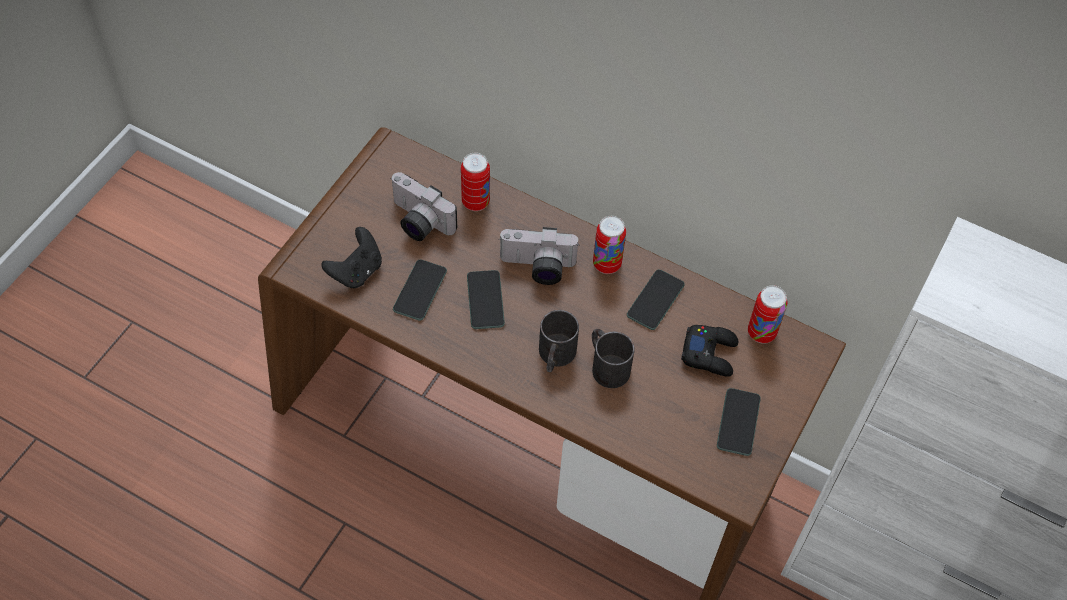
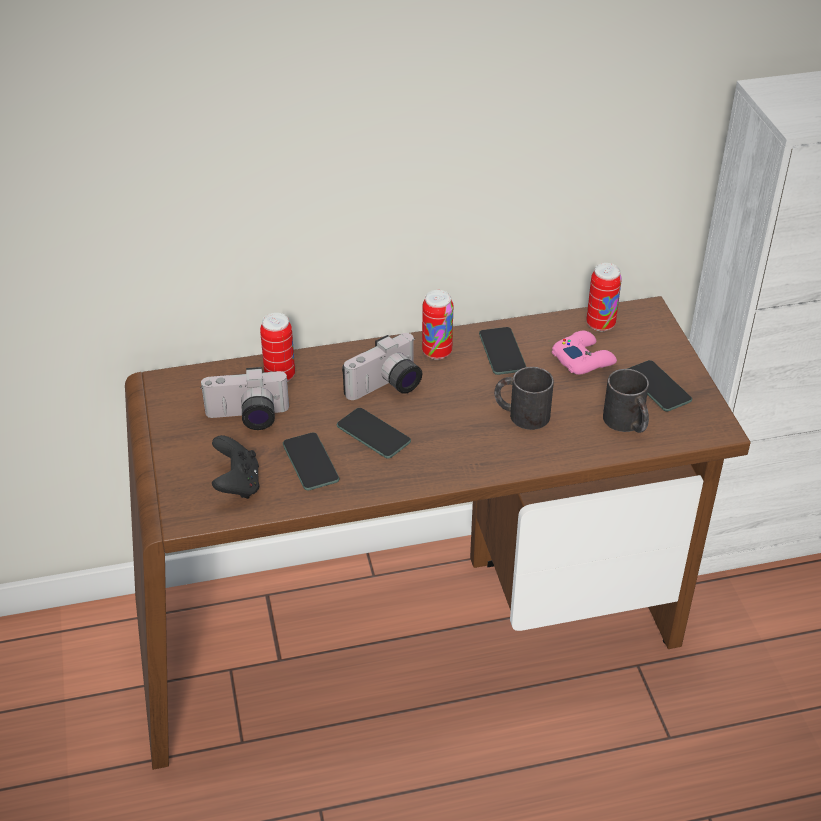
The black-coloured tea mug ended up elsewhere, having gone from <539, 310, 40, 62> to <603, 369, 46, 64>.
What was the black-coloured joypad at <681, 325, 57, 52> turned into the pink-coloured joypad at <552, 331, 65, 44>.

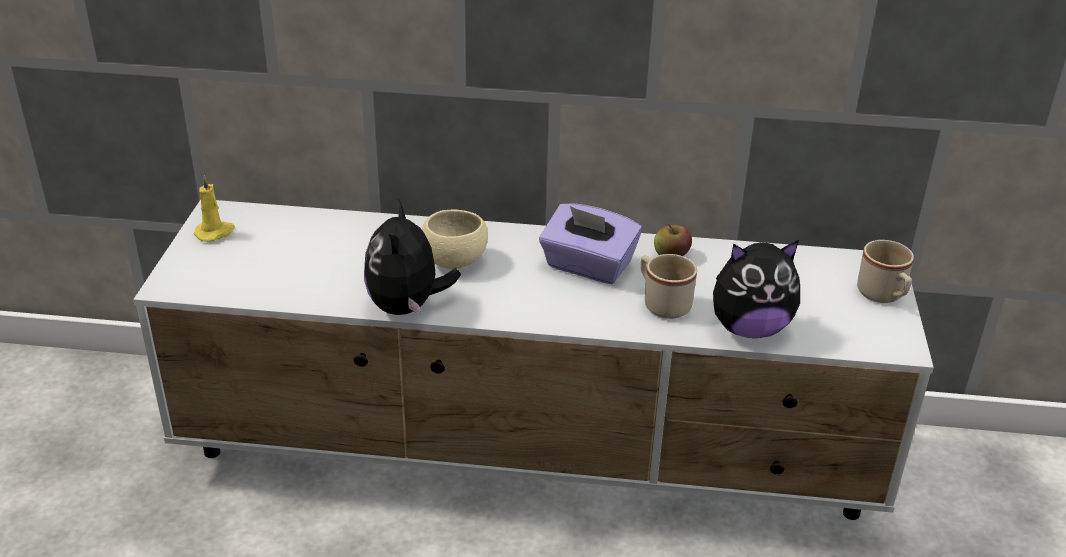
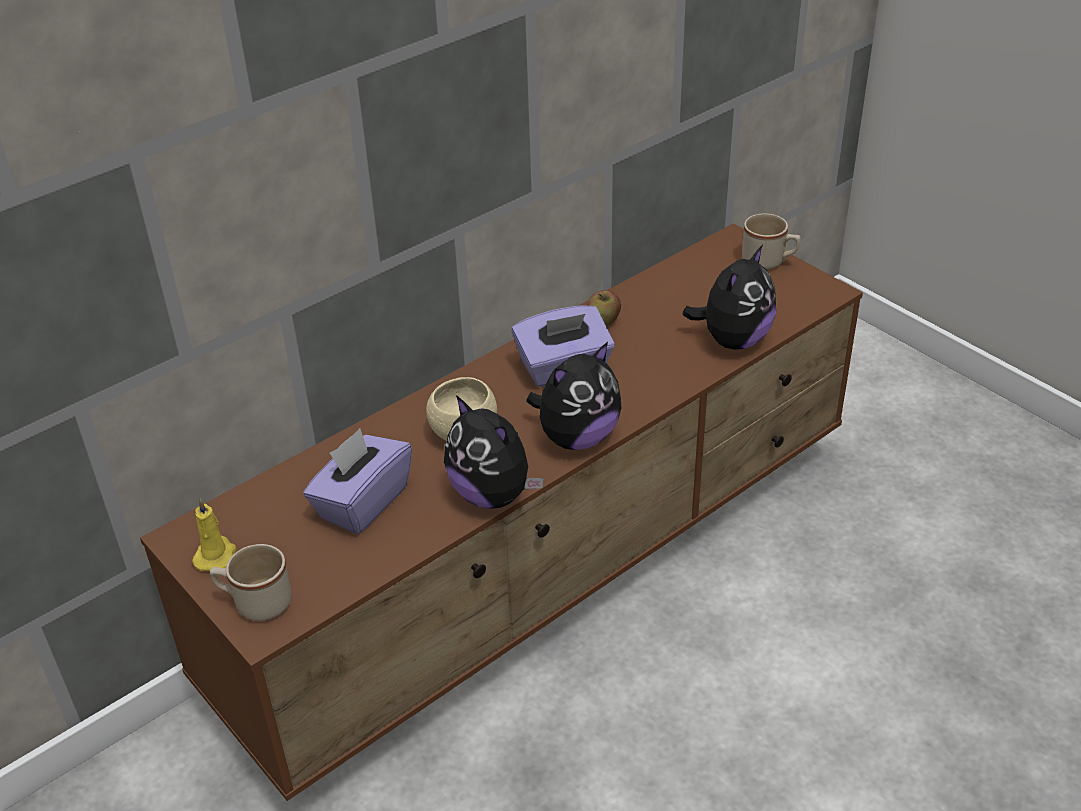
What was the white-coloured tv stand at <133, 200, 801, 320> turned into the brown-coloured tv stand at <140, 223, 723, 578>.
The beige tea mug ended up elsewhere, having gone from <641, 254, 56, 65> to <210, 544, 82, 77>.
The second view gained the purple-coloured tissue box at <303, 428, 109, 106>.
The second view gained the soft toy at <526, 342, 95, 108>.

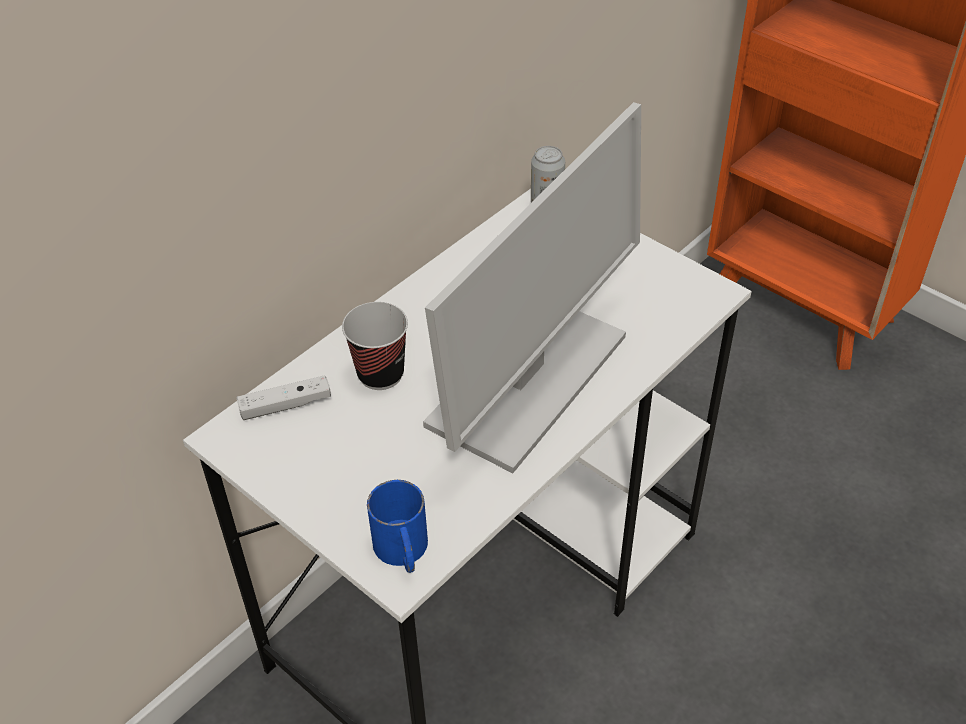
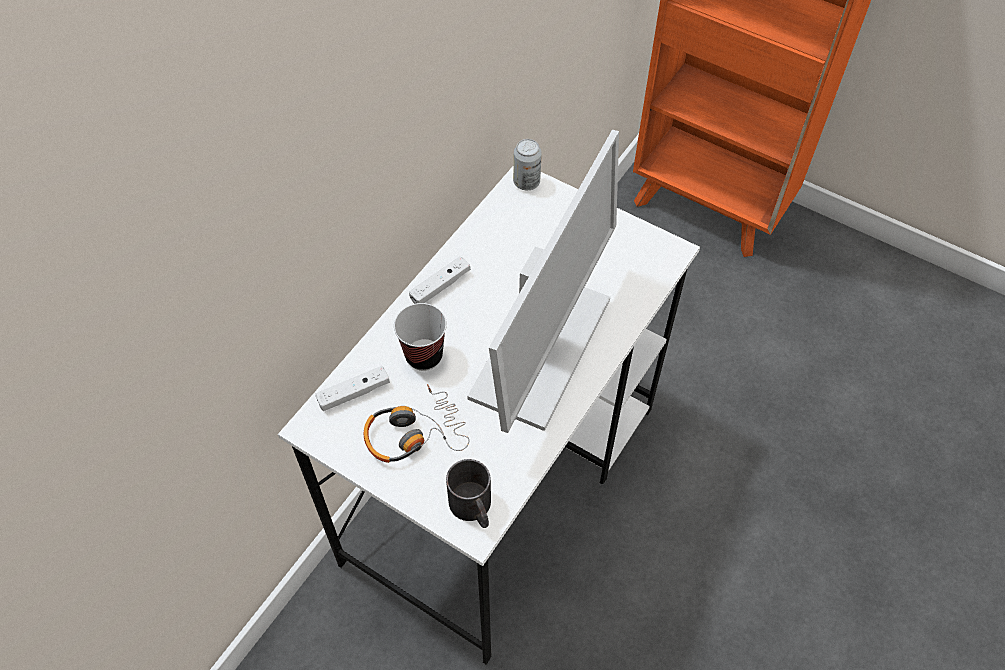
What was the blue tea mug at <367, 480, 61, 93> turned into the black-coloured tea mug at <446, 459, 45, 69>.
The second view gained the headset at <364, 384, 105, 79>.
The second view gained the white-coloured joypad at <409, 256, 61, 48>.

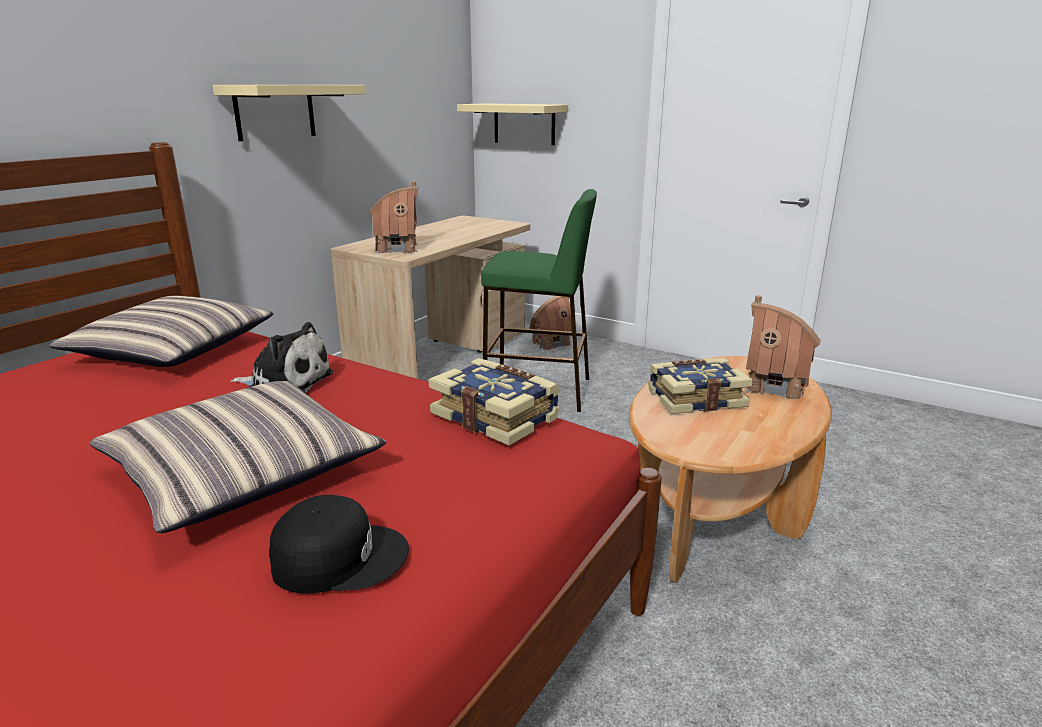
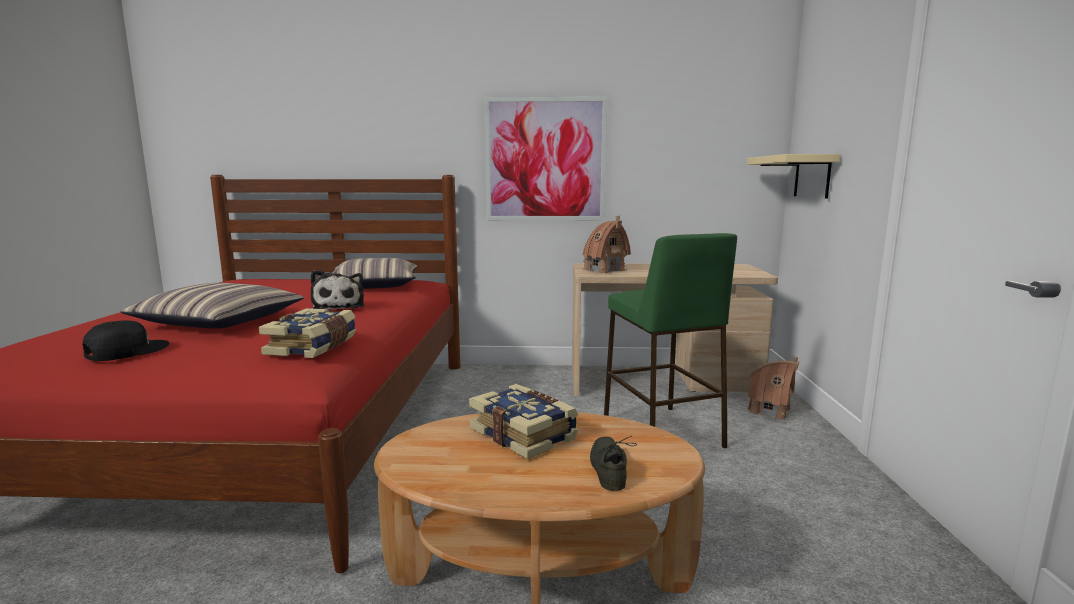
Where the beige bracket shelf hung at <212, 85, 154, 57>, the wall art came to hang at <485, 97, 122, 124>.
The black-coloured peaked cap at <269, 495, 140, 99> ended up facing another way, 105 degrees counterclockwise from before.
Where the model house stood at <744, 295, 77, 104>, the grey shoe came to stand at <590, 436, 47, 55>.

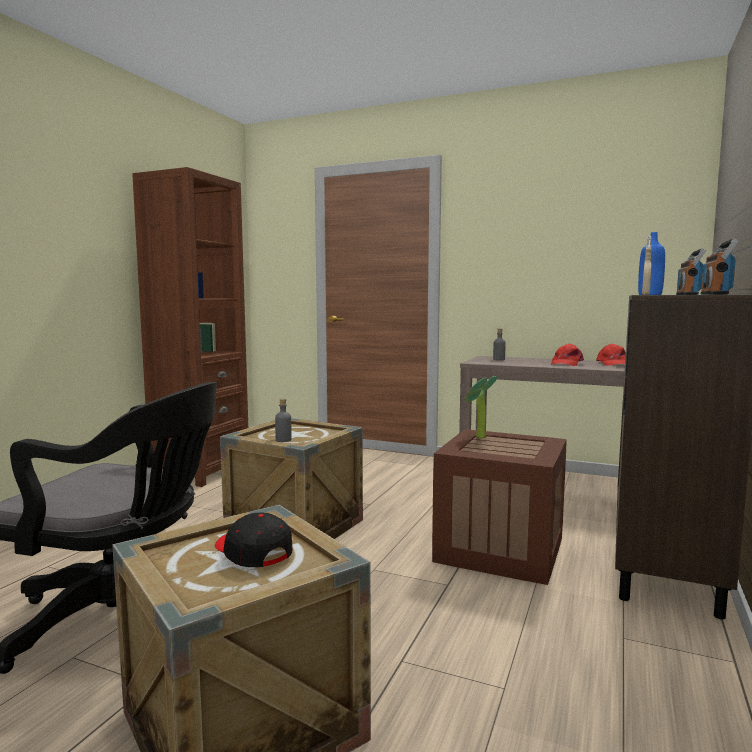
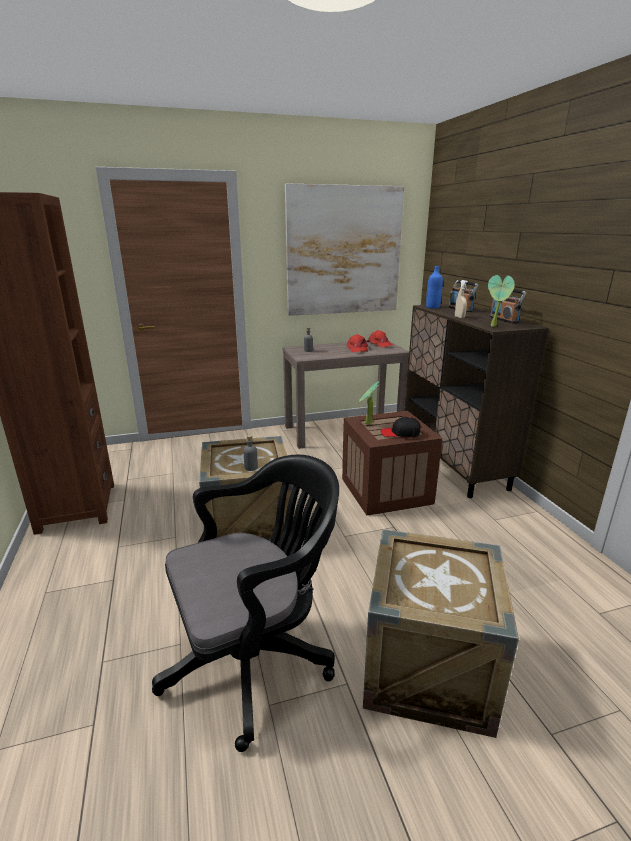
The black-coloured peaked cap ended up elsewhere, having gone from <215, 513, 78, 54> to <381, 417, 40, 21>.
The second view gained the wall art at <285, 183, 119, 133>.
The second view gained the potted plant at <488, 275, 27, 52>.

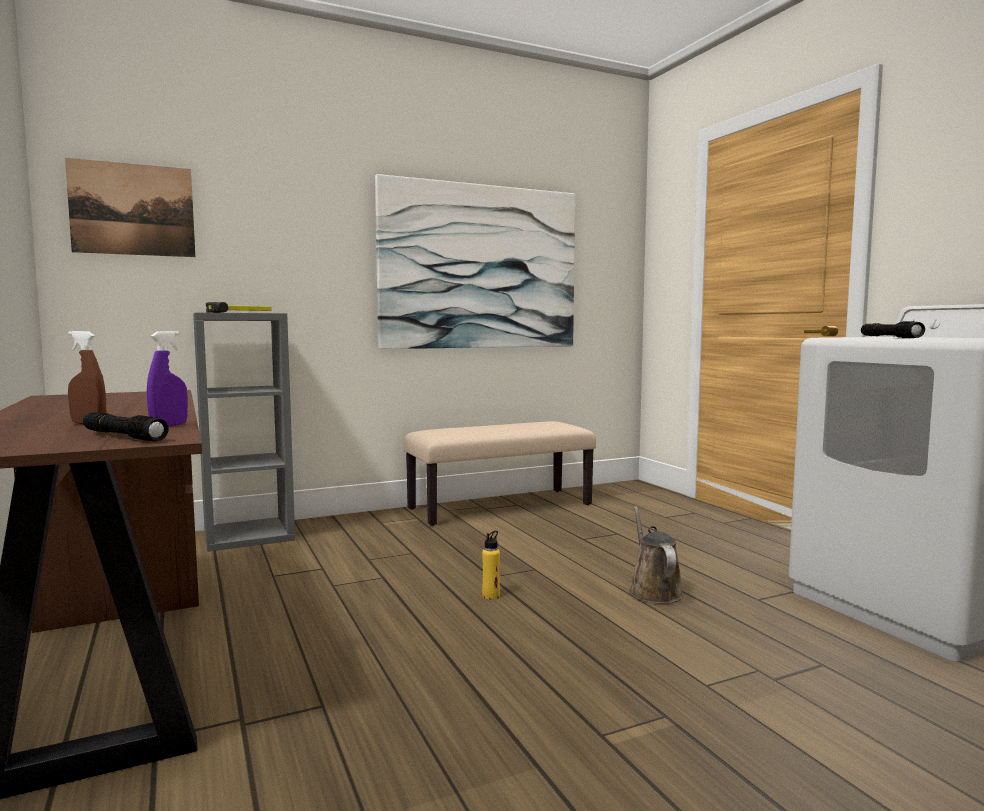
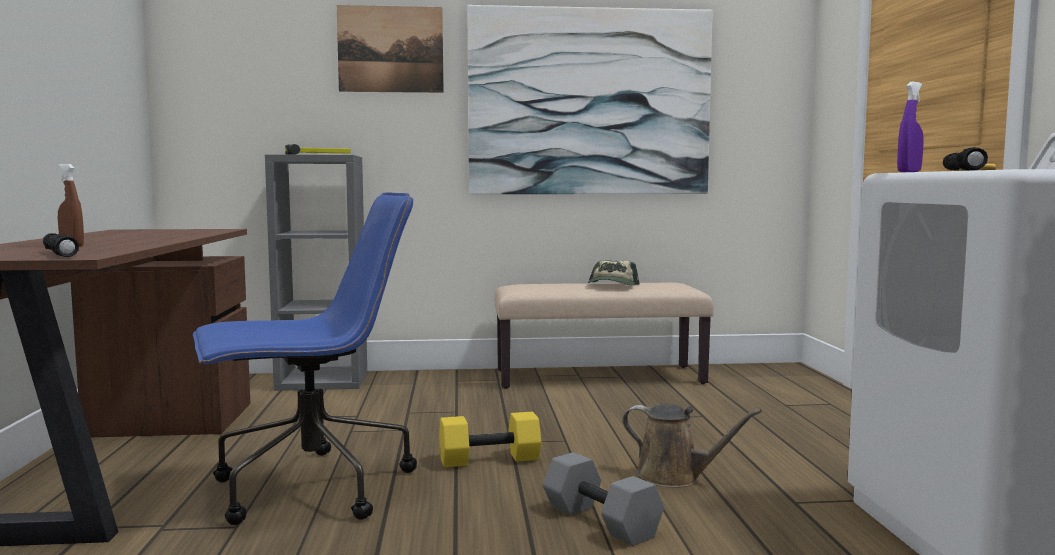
The wall art ended up elsewhere, having gone from <65, 158, 130, 99> to <337, 5, 107, 88>.
The purple-coloured spray bottle ended up elsewhere, having gone from <147, 331, 41, 95> to <897, 82, 27, 90>.
Where the yellowish drink bottle stood at <482, 531, 18, 68>, the yellowish dumbbell came to stand at <439, 412, 102, 55>.
The brown-coloured sprinkling can at <629, 506, 55, 98> ended up facing another way, 105 degrees clockwise from before.
The second view gained the blue office chair at <193, 192, 224, 333>.
The second view gained the grey dumbbell at <543, 452, 121, 94>.
The second view gained the peaked cap at <588, 260, 52, 26>.

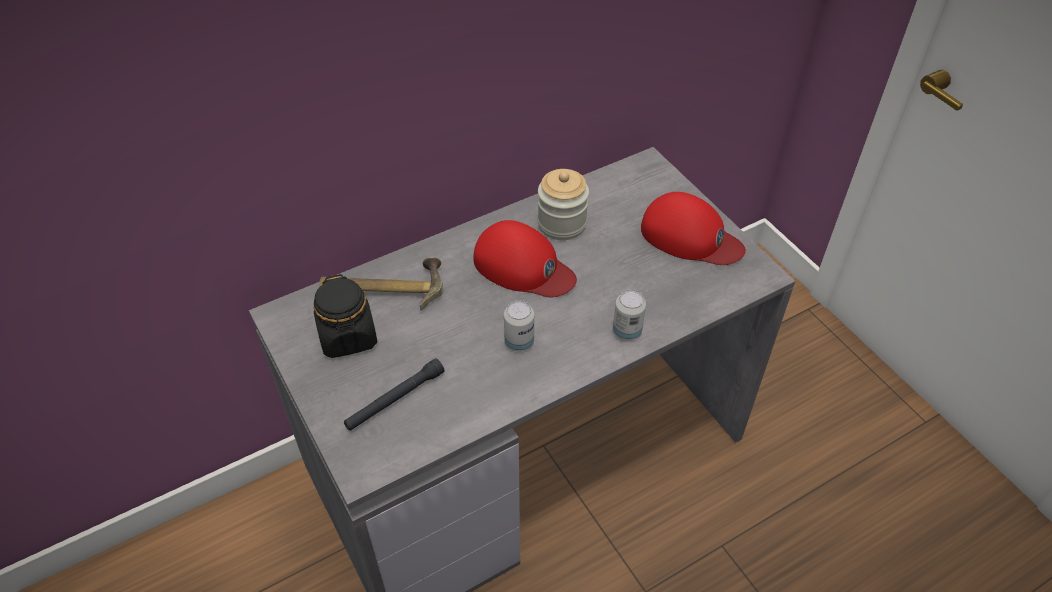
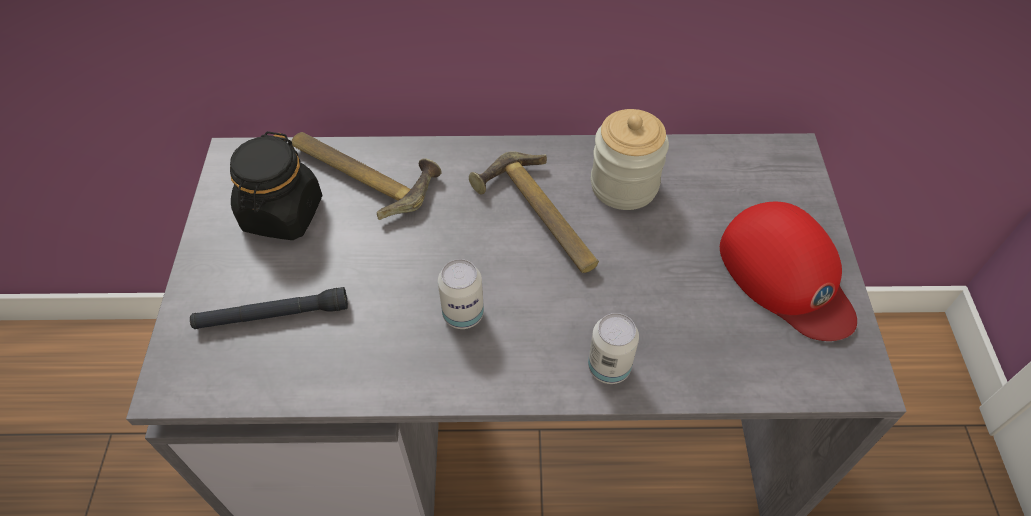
Where the reddish peaked cap stood at <473, 220, 104, 77>, the hand hammer came to stand at <469, 151, 130, 122>.

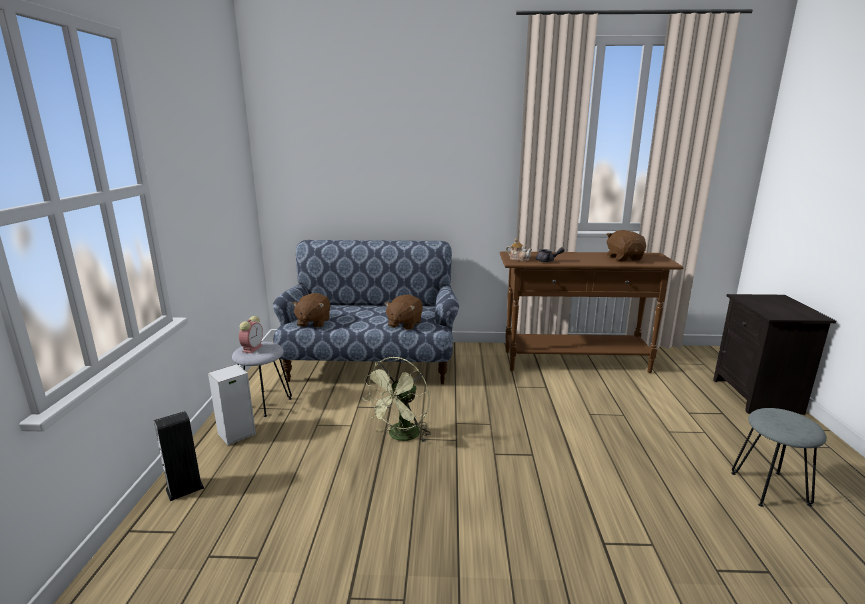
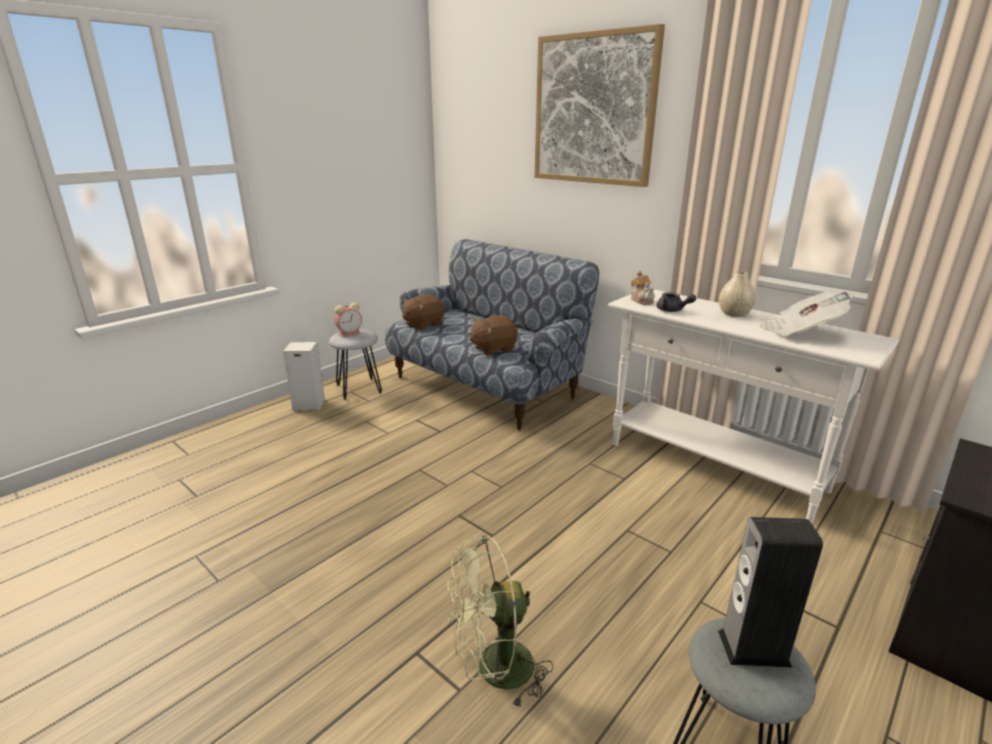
The audio speaker ended up elsewhere, having gone from <154, 411, 50, 90> to <718, 517, 105, 151>.
The greenish fan ended up elsewhere, having gone from <362, 357, 69, 86> to <448, 536, 106, 174>.
What was the brown-coloured hall table at <500, 252, 183, 121> turned into the white-coloured hall table at <608, 290, 291, 234>.
Where the brown-coloured soft toy stood at <606, 230, 40, 32>, the daily paper came to stand at <760, 291, 94, 45>.
The second view gained the wall art at <535, 24, 130, 163>.
The second view gained the beige flower vase at <719, 271, 37, 46>.

